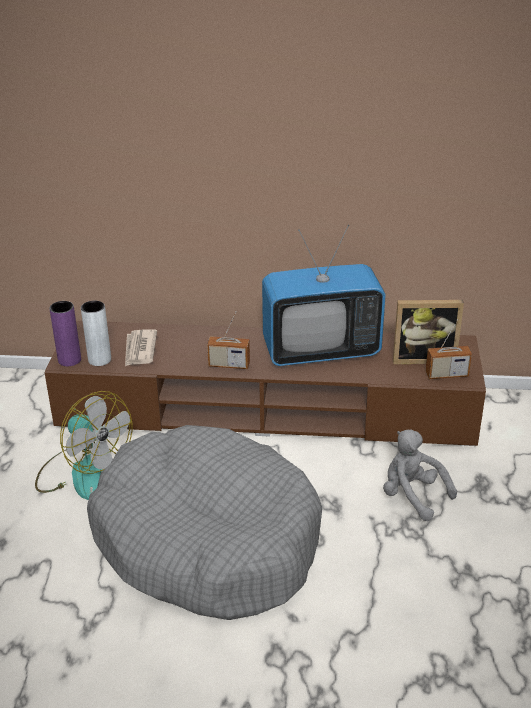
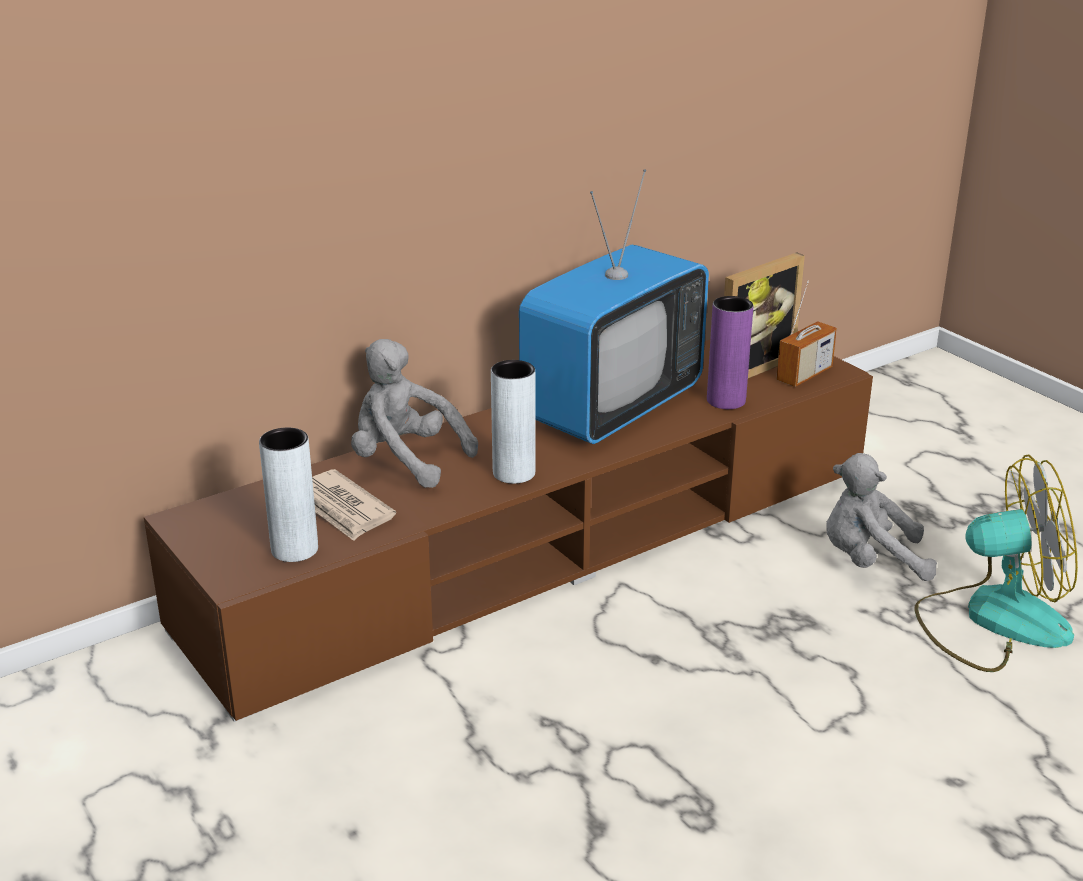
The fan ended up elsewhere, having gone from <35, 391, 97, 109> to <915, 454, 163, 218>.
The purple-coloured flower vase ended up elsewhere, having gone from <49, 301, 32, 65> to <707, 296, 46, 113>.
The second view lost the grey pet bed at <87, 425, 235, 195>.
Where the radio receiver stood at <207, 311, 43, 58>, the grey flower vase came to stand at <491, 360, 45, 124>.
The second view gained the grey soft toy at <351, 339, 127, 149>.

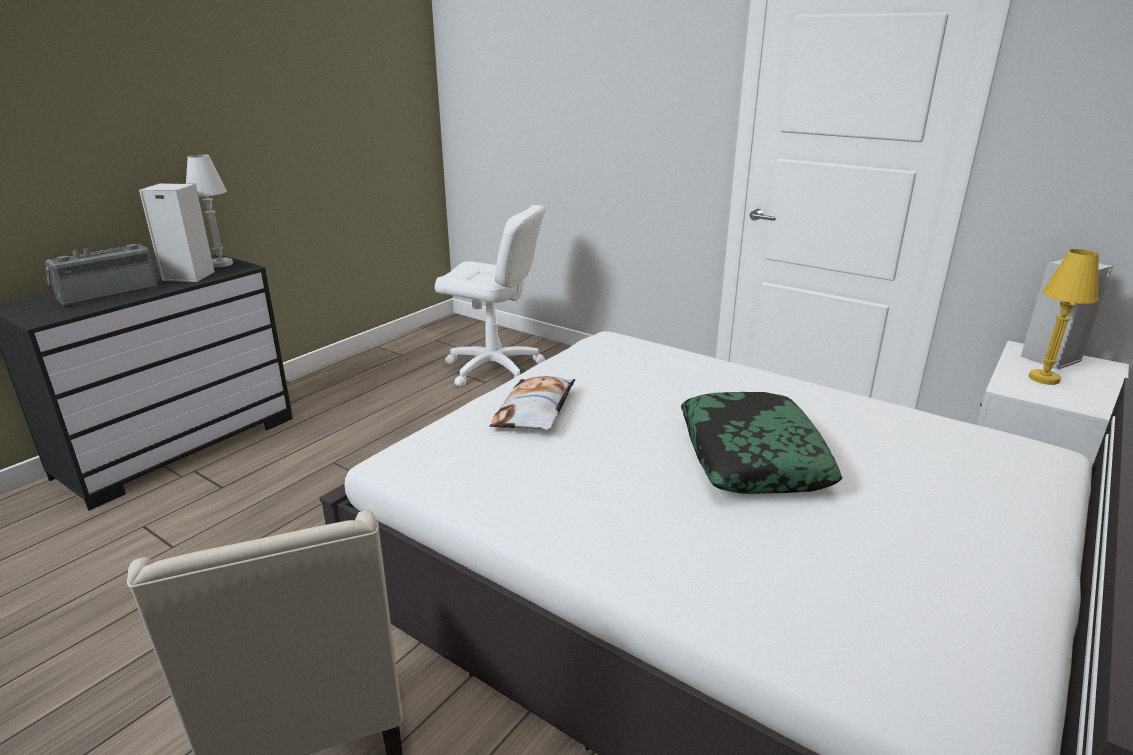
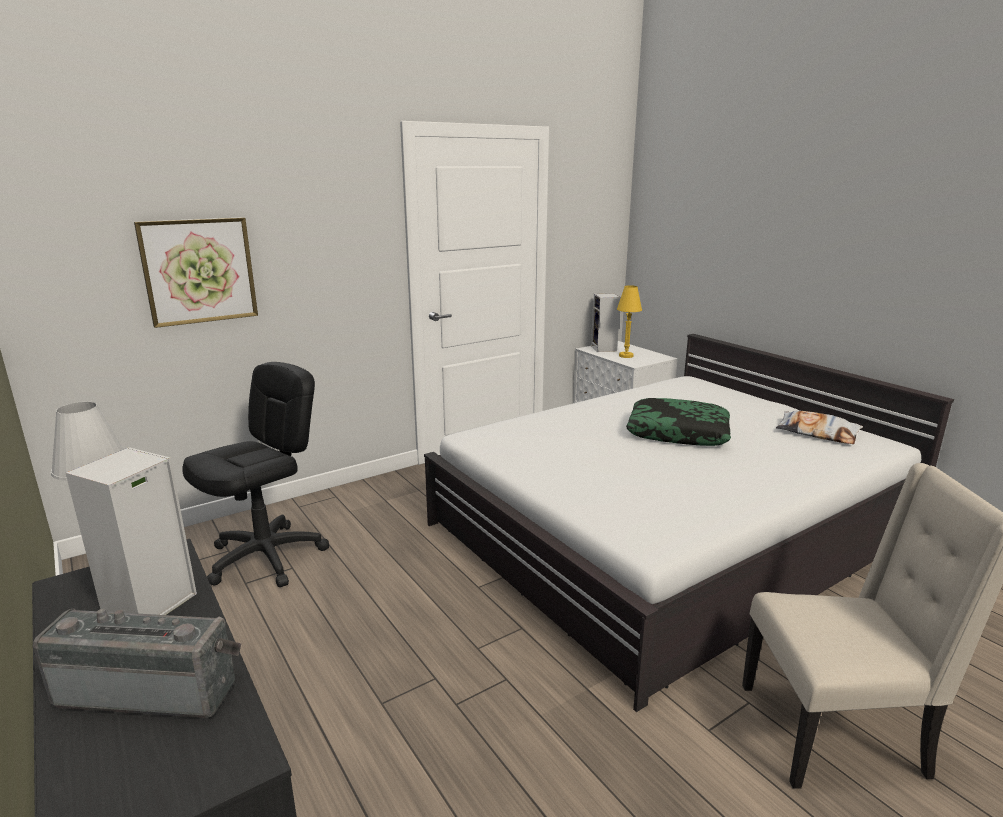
The radio receiver at <45, 244, 113, 63> ended up facing another way, 120 degrees clockwise from before.
What was the white-coloured office chair at <435, 205, 110, 182> turned into the black-coloured office chair at <182, 362, 147, 225>.
The pillow ended up elsewhere, having gone from <490, 376, 85, 54> to <776, 411, 87, 33>.
The second view gained the wall art at <134, 217, 124, 111>.

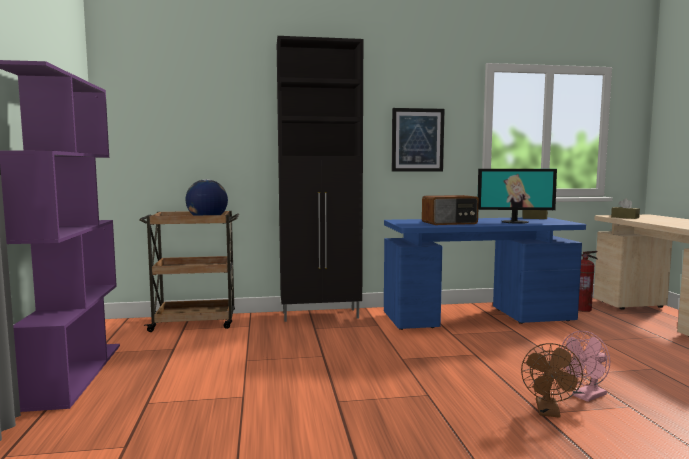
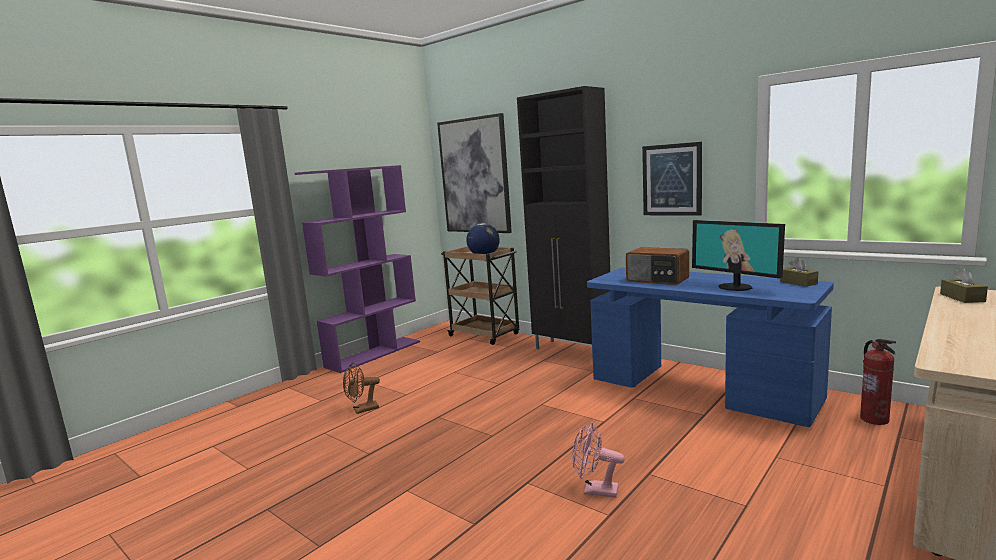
The brown-coloured fan ended up elsewhere, having gone from <521, 343, 62, 75> to <343, 362, 37, 52>.
The second view gained the wall art at <437, 113, 75, 120>.

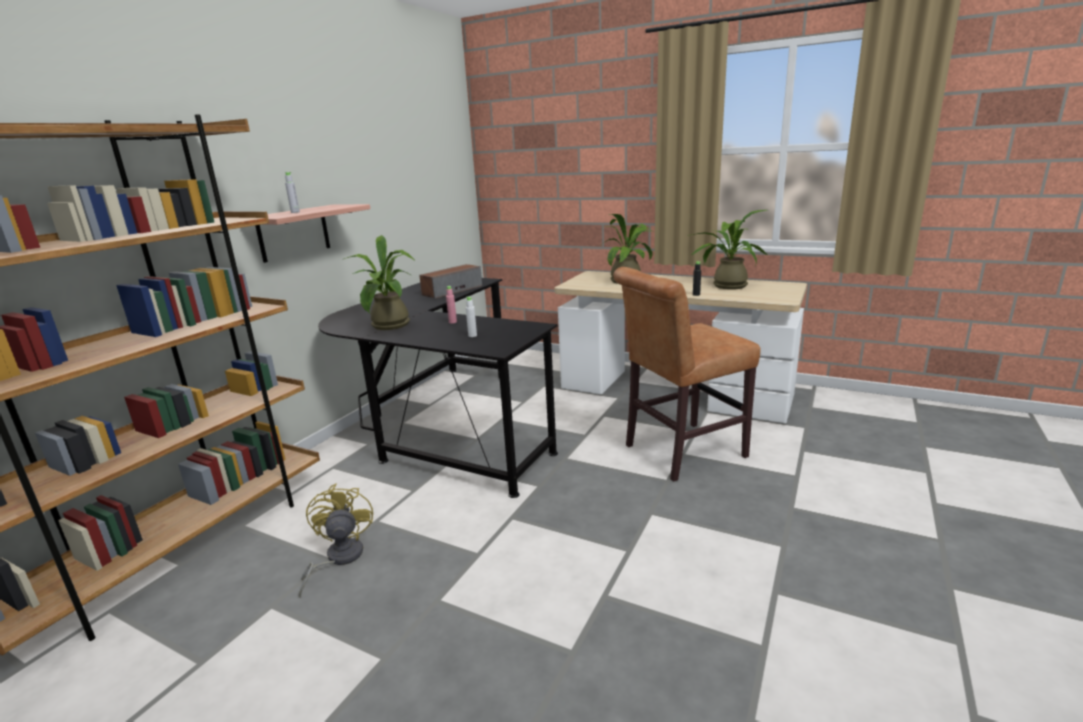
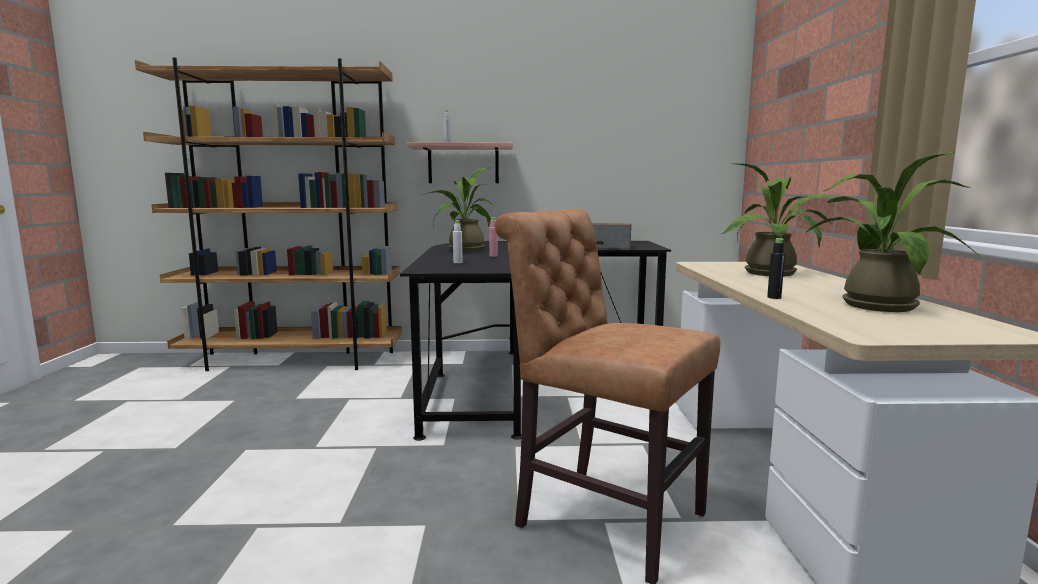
The second view lost the yellowish fan at <299, 484, 74, 114>.

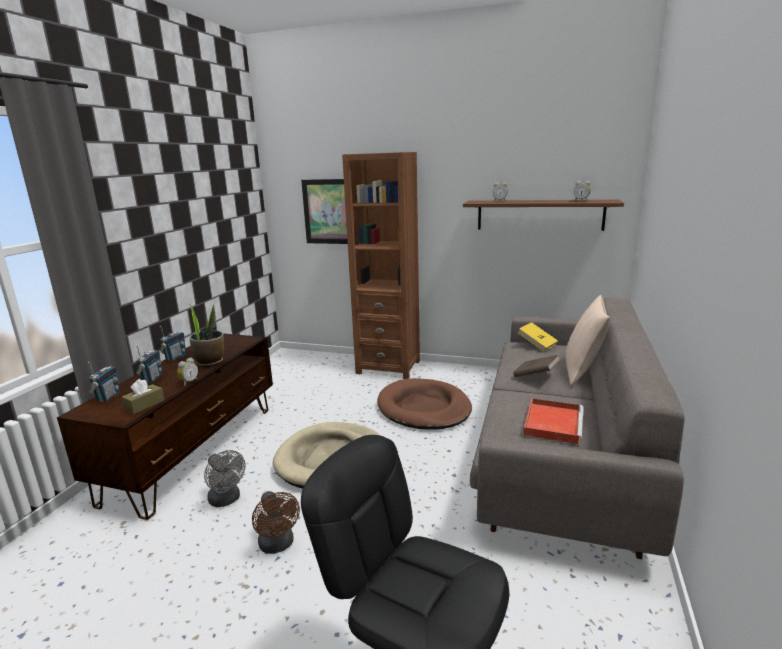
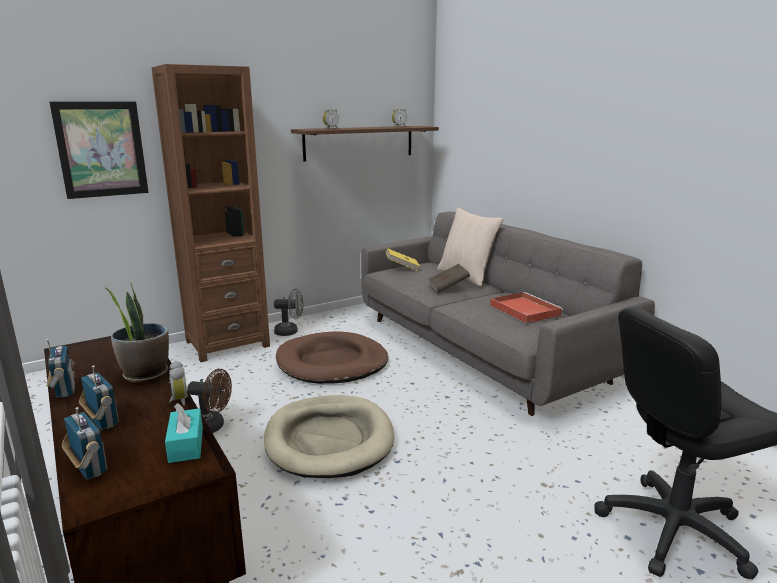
What was the brown-coloured tissue box at <121, 379, 44, 35> turned into the turquoise-coloured tissue box at <165, 403, 38, 60>.
The grey fan ended up elsewhere, having gone from <204, 450, 42, 57> to <274, 289, 30, 47>.
The brown-coloured fan ended up elsewhere, having gone from <252, 491, 48, 63> to <187, 369, 45, 64>.

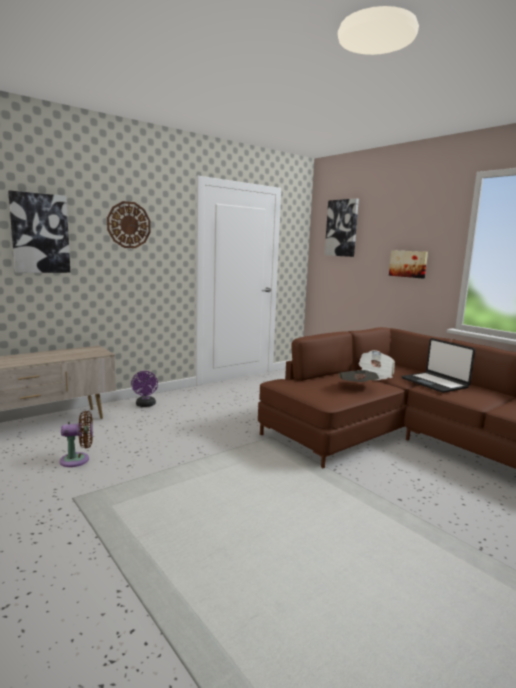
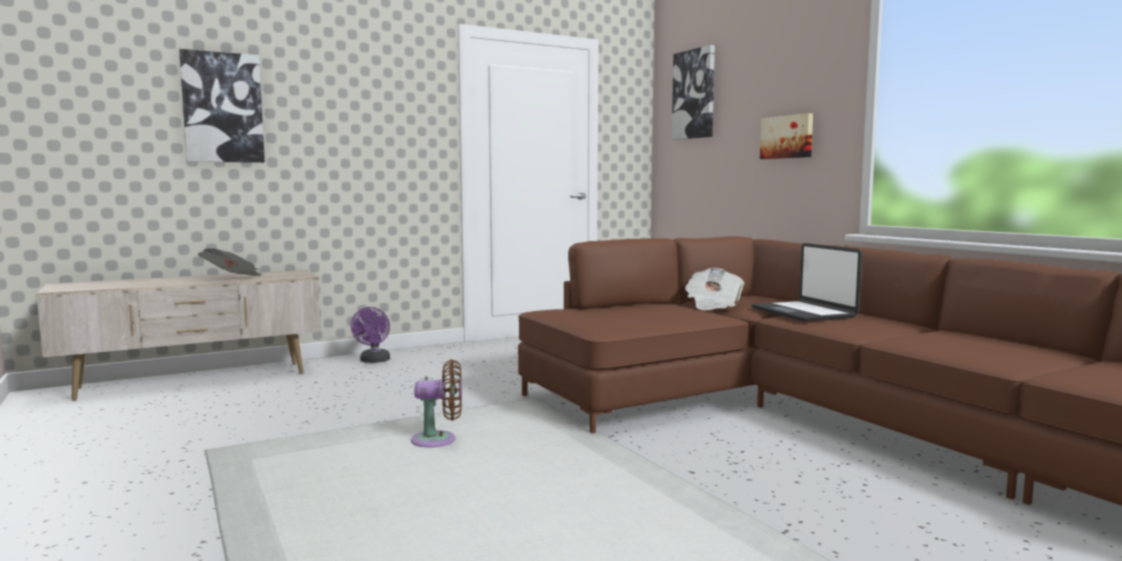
The brown-coloured fan ended up elsewhere, having gone from <59, 411, 34, 56> to <411, 359, 51, 88>.
The second view lost the wall clock at <107, 201, 44, 47>.
The daily paper ended up elsewhere, having gone from <339, 370, 40, 12> to <198, 248, 64, 28>.

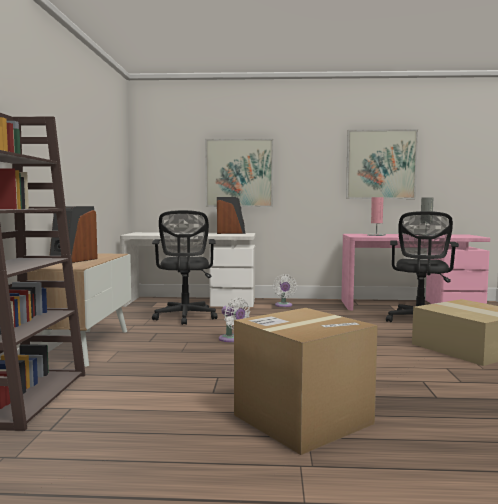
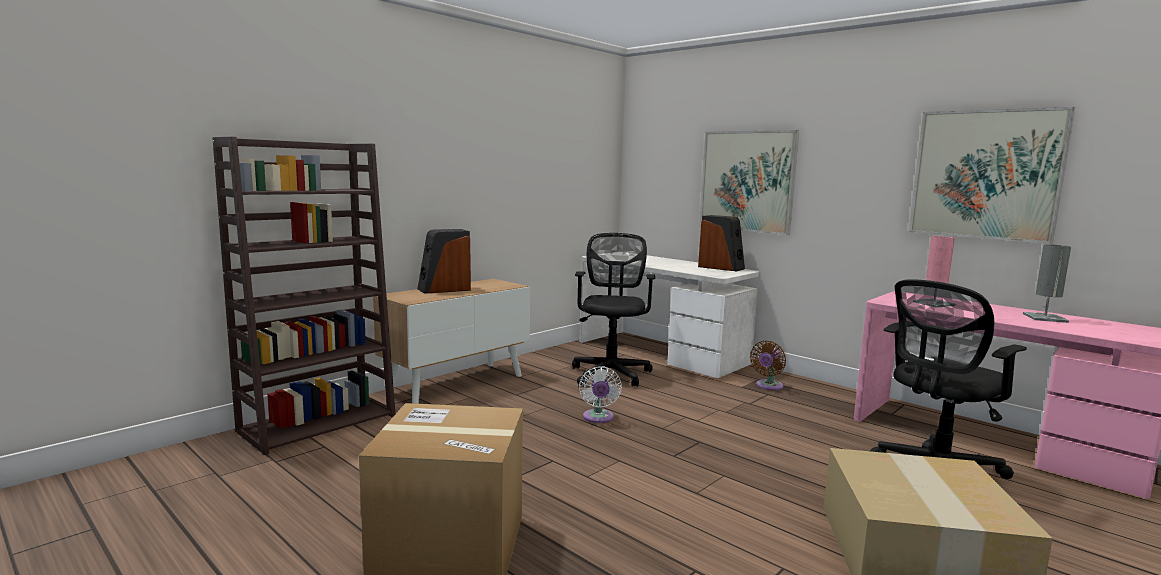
The black-coloured office chair at <152, 210, 66, 115> ended up facing another way, 150 degrees clockwise from before.
What was the white-coloured fan at <273, 274, 24, 33> turned into the brown-coloured fan at <750, 341, 36, 49>.

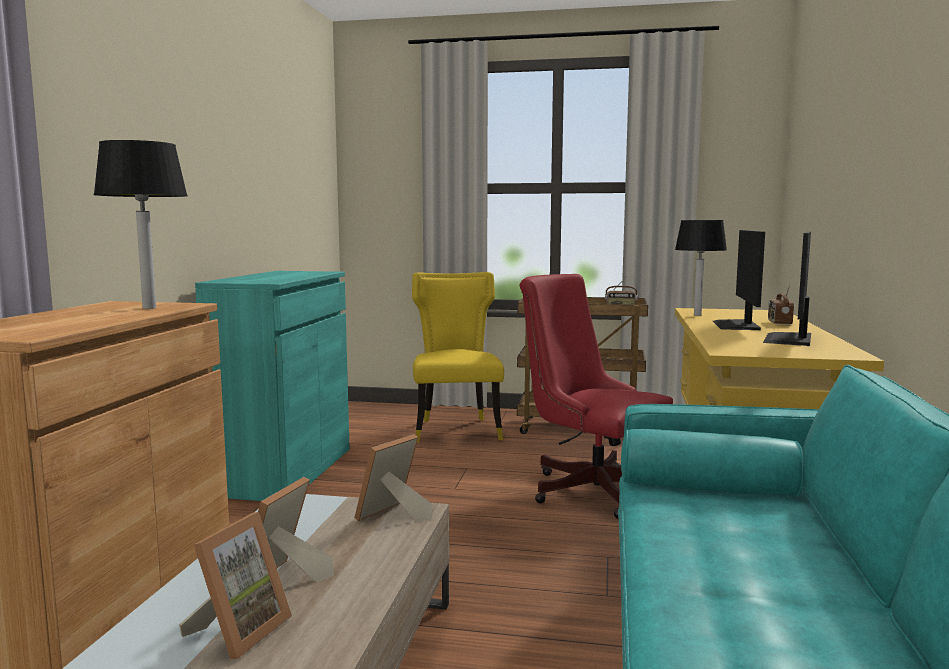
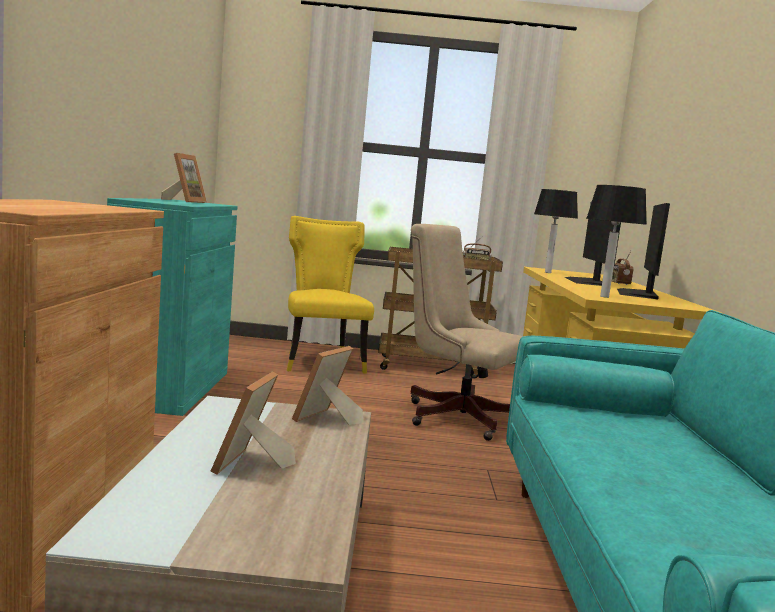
The table lamp ended up elsewhere, having gone from <93, 140, 95, 169> to <586, 185, 61, 113>.
The picture frame ended up elsewhere, having gone from <179, 512, 113, 148> to <161, 153, 46, 50>.
What was the reddish office chair at <520, 274, 153, 245> turned into the beige office chair at <410, 224, 113, 217>.

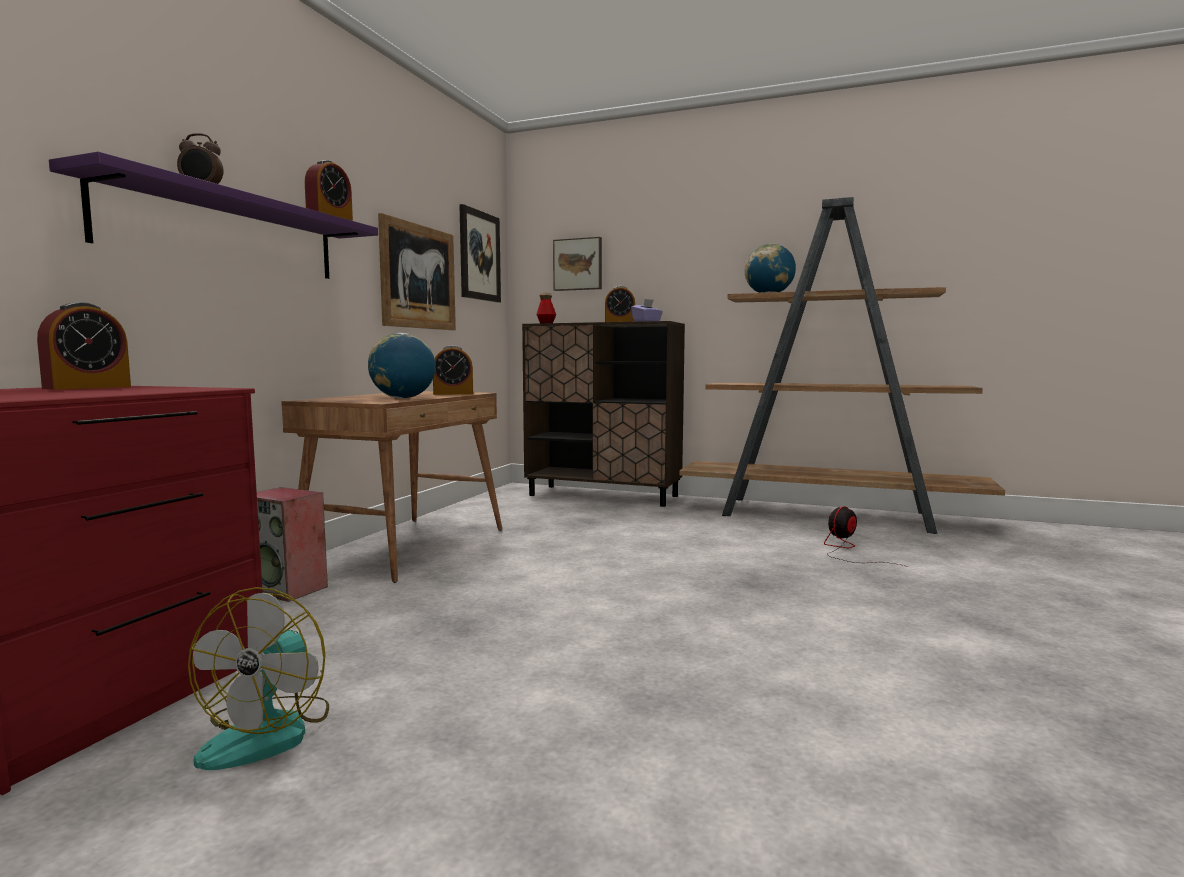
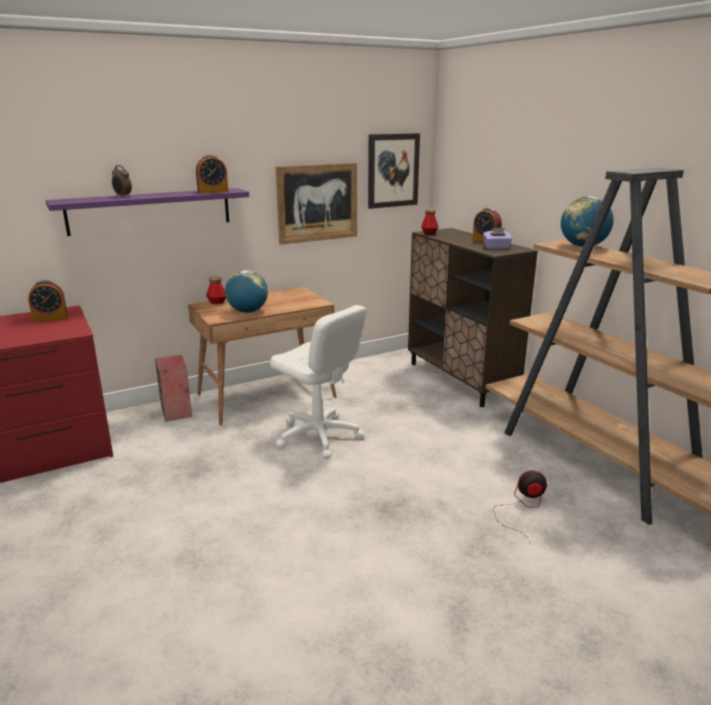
The second view lost the fan at <188, 587, 141, 183>.
The second view lost the table clock at <433, 345, 40, 50>.
The second view lost the wall art at <553, 237, 49, 54>.
The second view gained the drink bottle at <206, 276, 20, 28>.
The second view gained the white-coloured office chair at <270, 305, 97, 153>.

